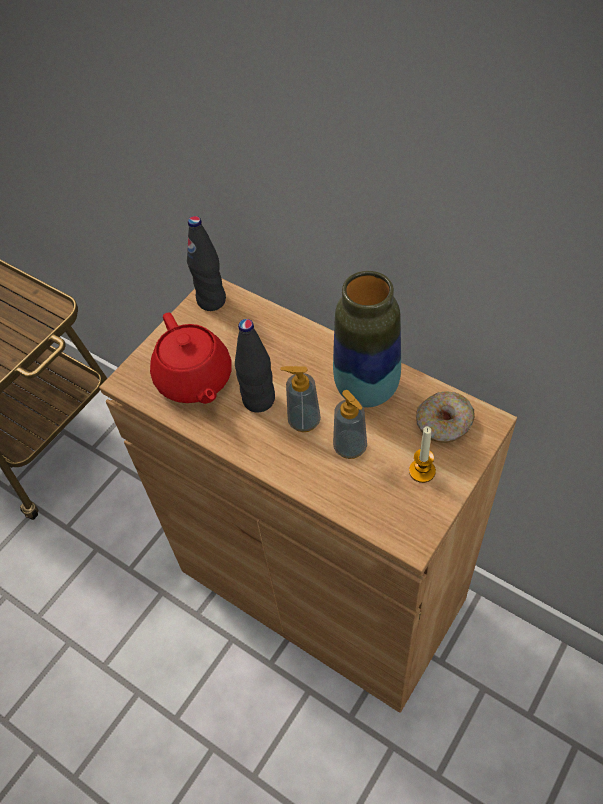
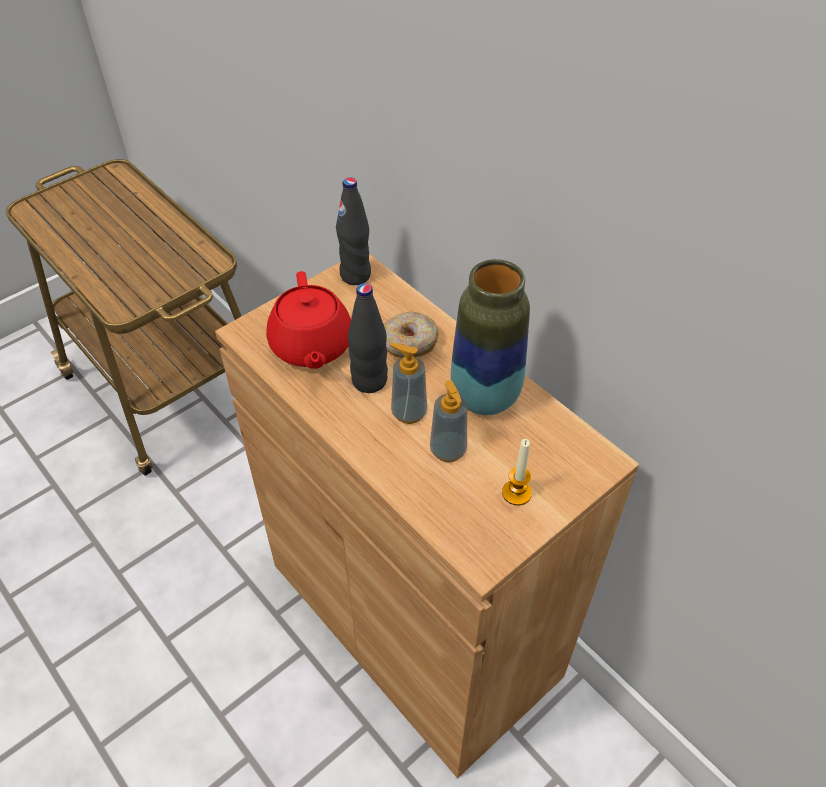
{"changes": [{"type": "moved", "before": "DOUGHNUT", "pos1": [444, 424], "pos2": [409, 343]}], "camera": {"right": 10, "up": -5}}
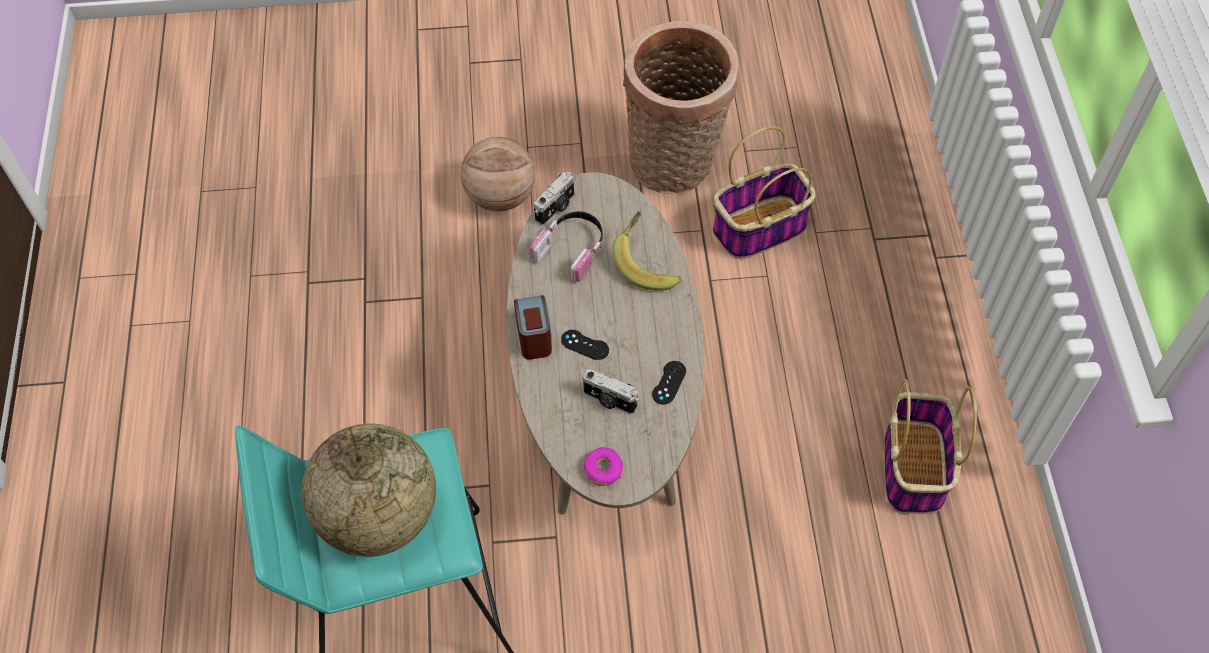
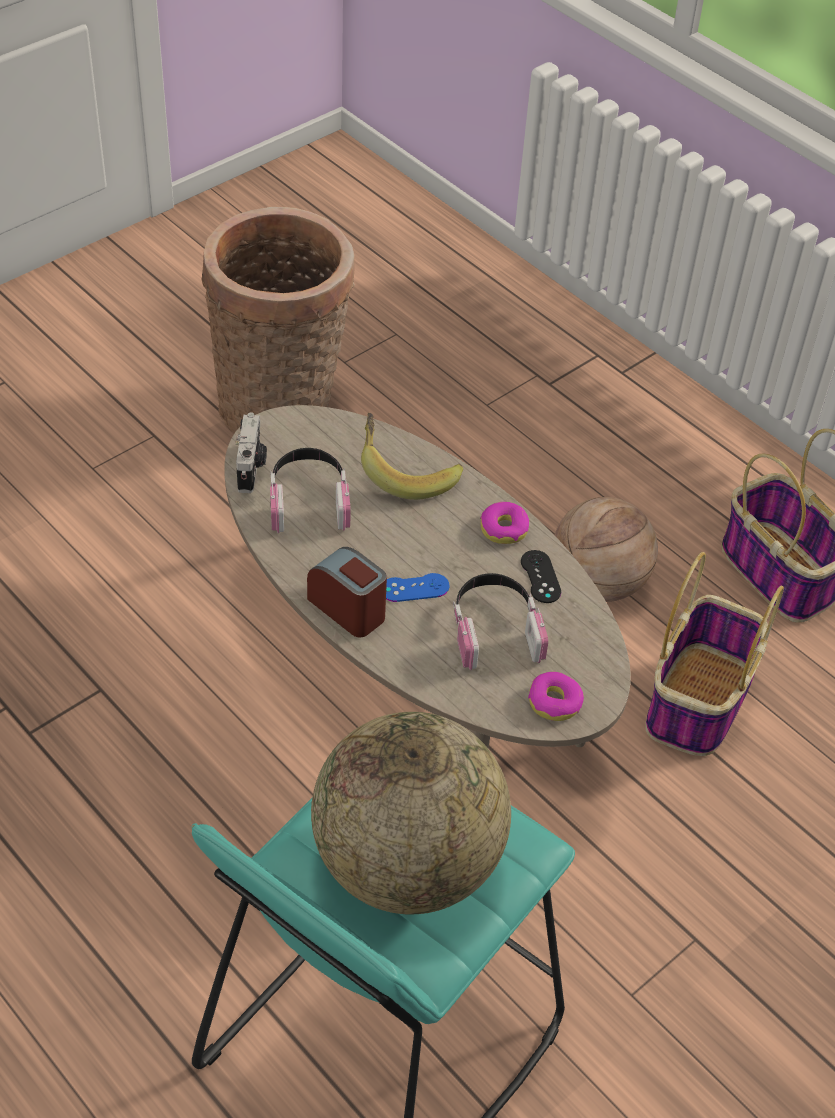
{"changes": [{"type": "moved", "before": "STORAGE BASKET", "pos1": [759, 229], "pos2": [698, 703]}, {"type": "moved", "before": "BALL FOR BASKETBALL", "pos1": [501, 196], "pos2": [598, 583]}, {"type": "recoloured", "before": "BLACKISH JOYPAD", "after": "BLUE JOYPAD", "pos1": [585, 345], "pos2": [414, 588]}, {"type": "replaced", "before": "PHOTO CAMERA", "after": "PAIR OF HEADPHONES", "pos1": [609, 401], "pos2": [494, 629]}, {"type": "added", "after": "DOUGHNUT", "pos2": [504, 529]}], "camera": {"right": -40, "up": -10}}
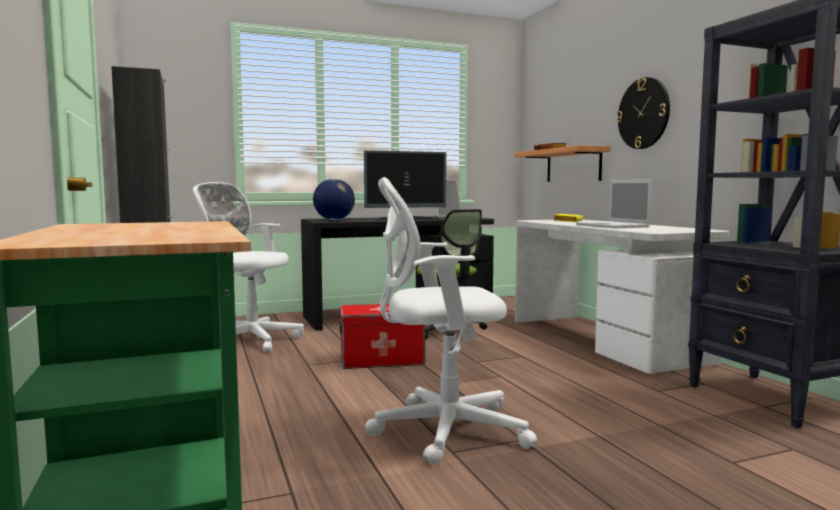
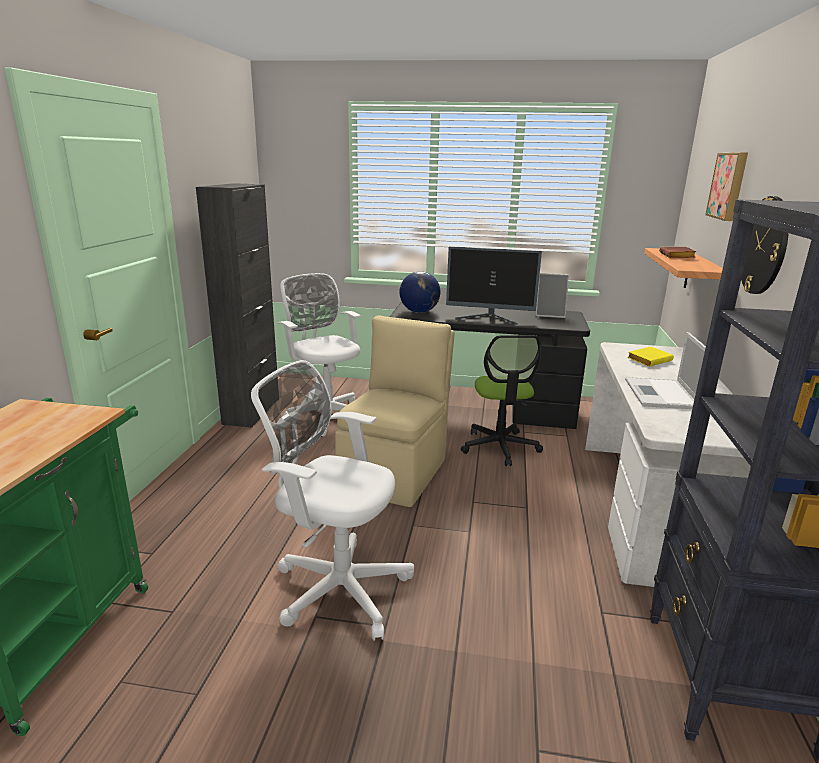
{"changes": [{"type": "replaced", "before": "STORAGE BOX", "after": "SAND-COLOURED UPRIGHT CHAIR", "pos1": [382, 359], "pos2": [395, 472]}, {"type": "added", "after": "WALL ART", "pos2": [729, 186]}], "camera": {"right": 30, "up": 15}}
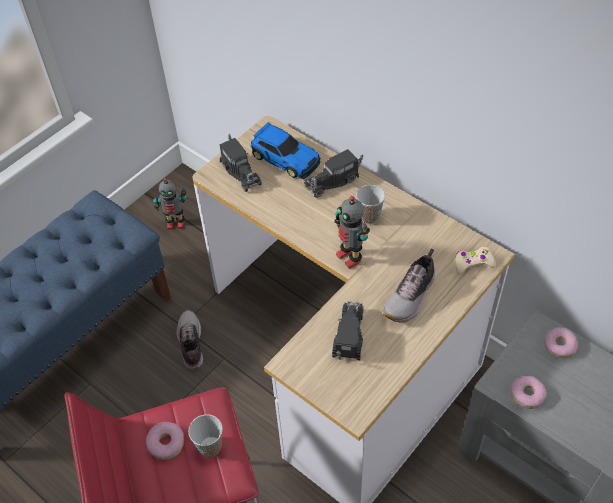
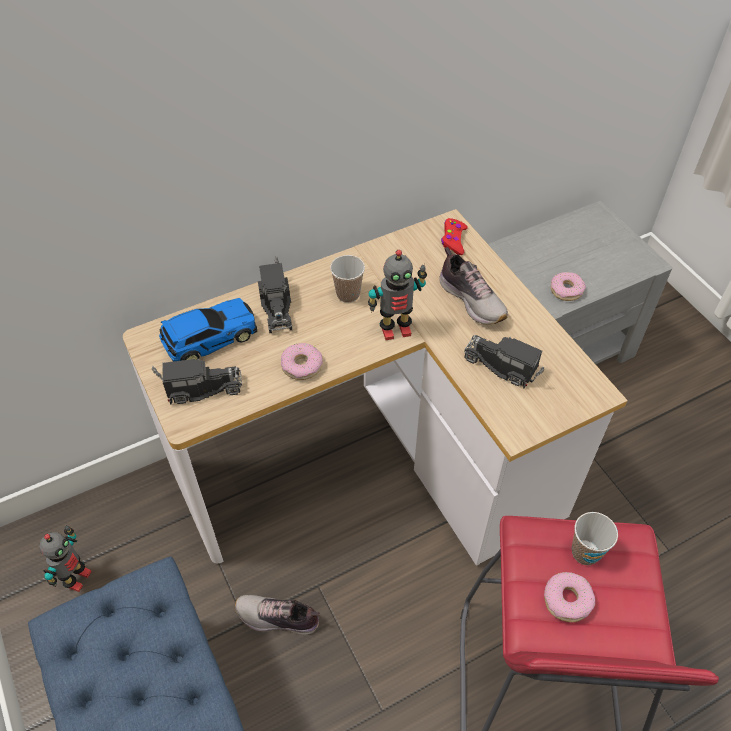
{"changes": [{"type": "recoloured", "before": "SAND-COLOURED JOYPAD", "after": "RED-COLOURED JOYPAD", "pos1": [473, 263], "pos2": [453, 240]}, {"type": "moved", "before": "DOUGHNUT", "pos1": [559, 345], "pos2": [302, 365]}], "camera": {"right": -70, "up": 0}}
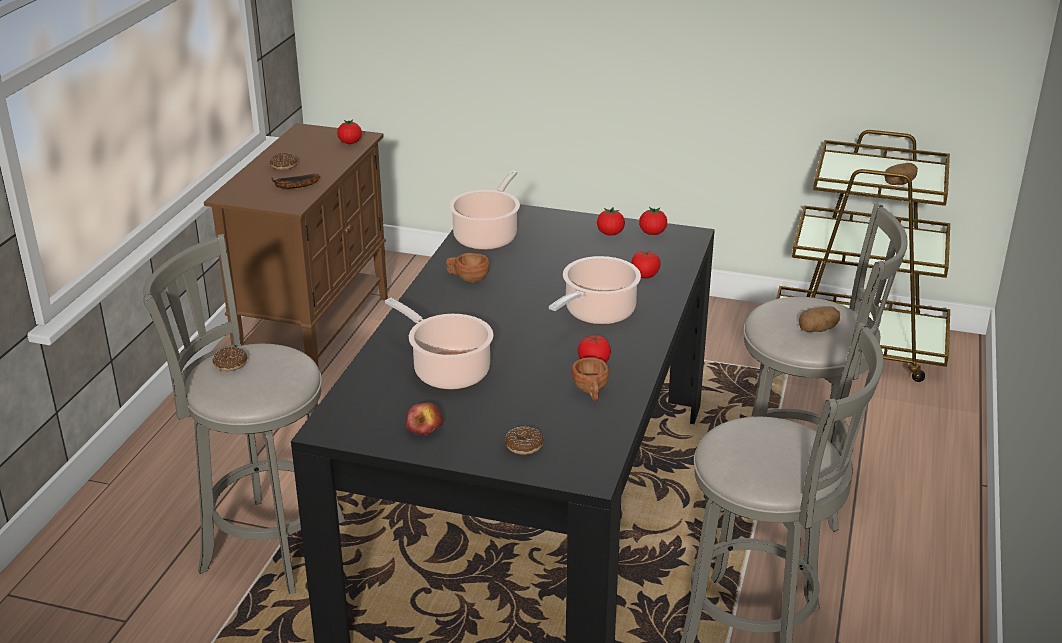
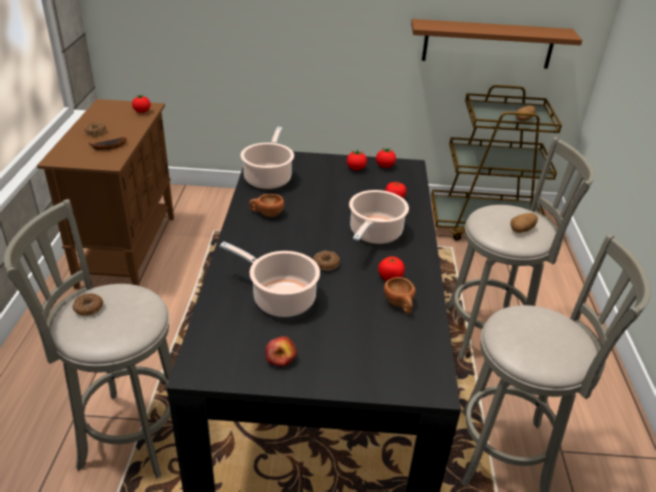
{"changes": [{"type": "moved", "before": "DOUGHNUT", "pos1": [524, 446], "pos2": [326, 264]}, {"type": "added", "after": "BROWN-COLOURED WALL SHELF", "pos2": [488, 44]}], "camera": {"right": -15, "up": 5}}
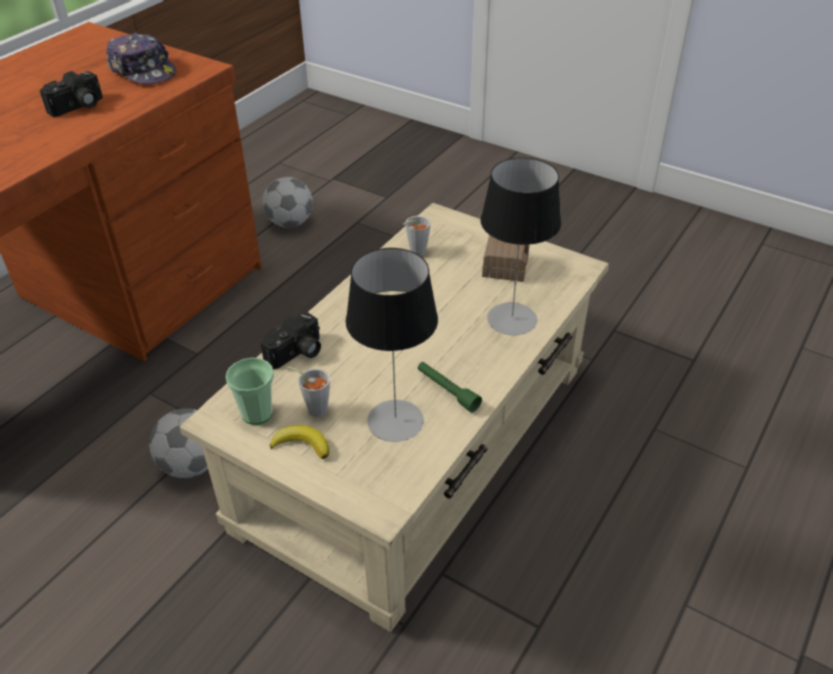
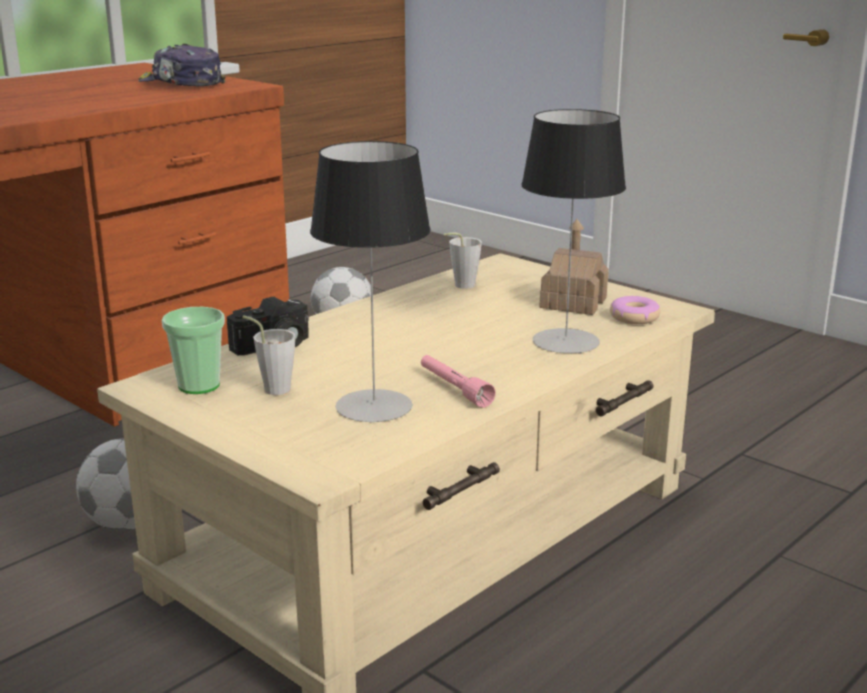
{"changes": [{"type": "turned", "before": "CAP", "pos1": [143, 71], "pos2": [181, 84], "turn": 150}, {"type": "removed", "before": "PHOTO CAMERA", "pos1": [78, 107]}, {"type": "recoloured", "before": "GREENISH HAND TORCH", "after": "PINK-COLOURED HAND TORCH", "pos1": [447, 391], "pos2": [454, 389]}, {"type": "removed", "before": "BANANA", "pos1": [302, 445]}, {"type": "added", "after": "DOUGHNUT", "pos2": [634, 317]}], "camera": {"right": 10, "up": -20}}
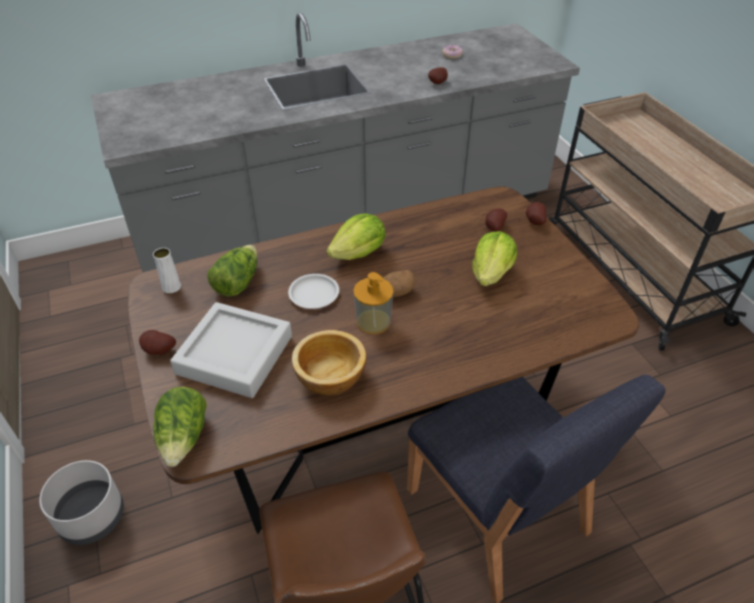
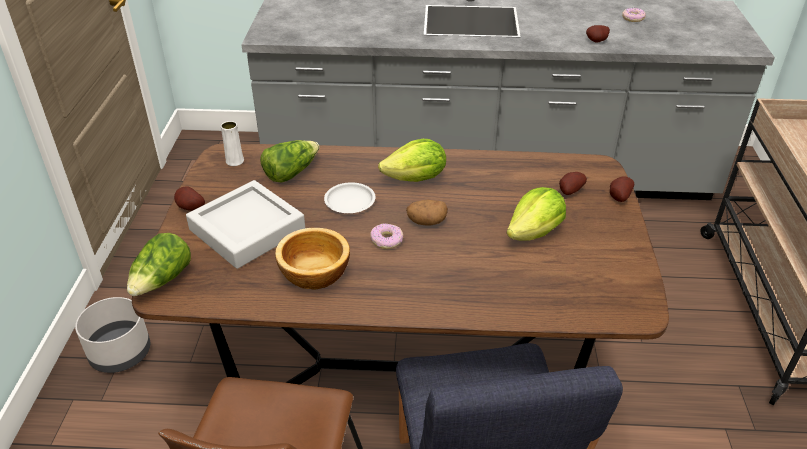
{"changes": [{"type": "replaced", "before": "LIQUID SOAP BOTTLE", "after": "DOUGHNUT", "pos1": [373, 321], "pos2": [386, 240]}], "camera": {"right": 25, "up": -5}}
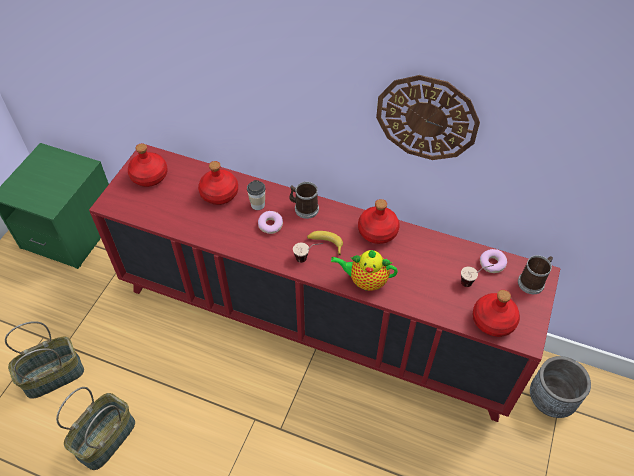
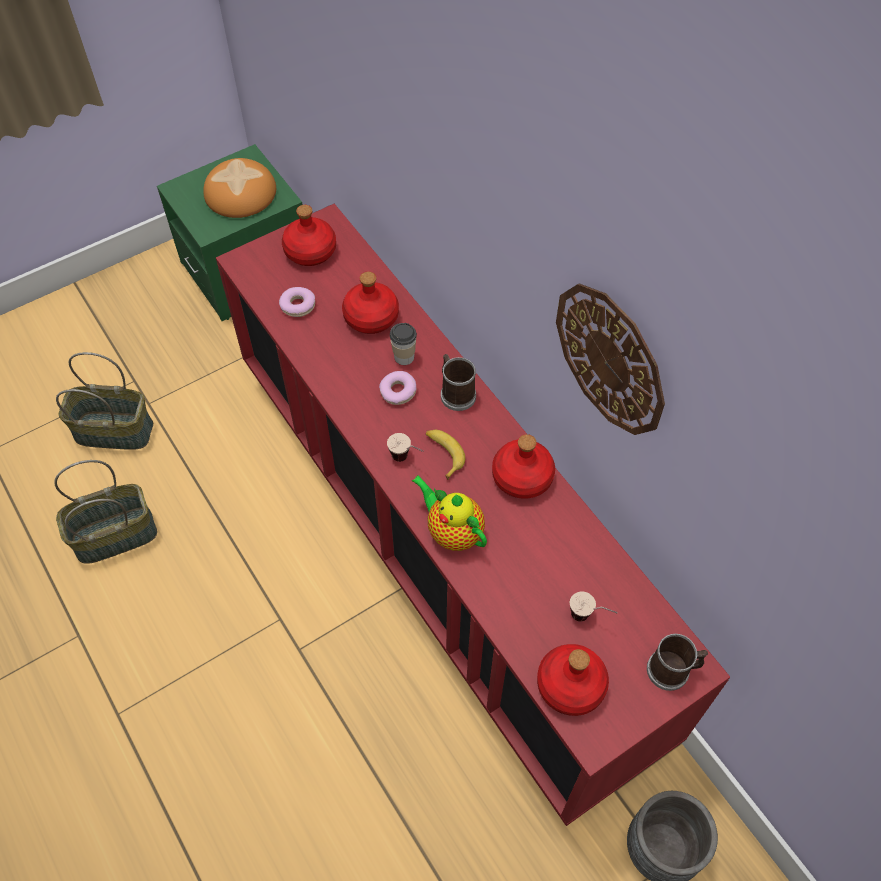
{"changes": [{"type": "moved", "before": "DOUGHNUT", "pos1": [492, 263], "pos2": [298, 306]}, {"type": "added", "after": "BAKED BREAD", "pos2": [240, 194]}], "camera": {"right": 35, "up": 5}}
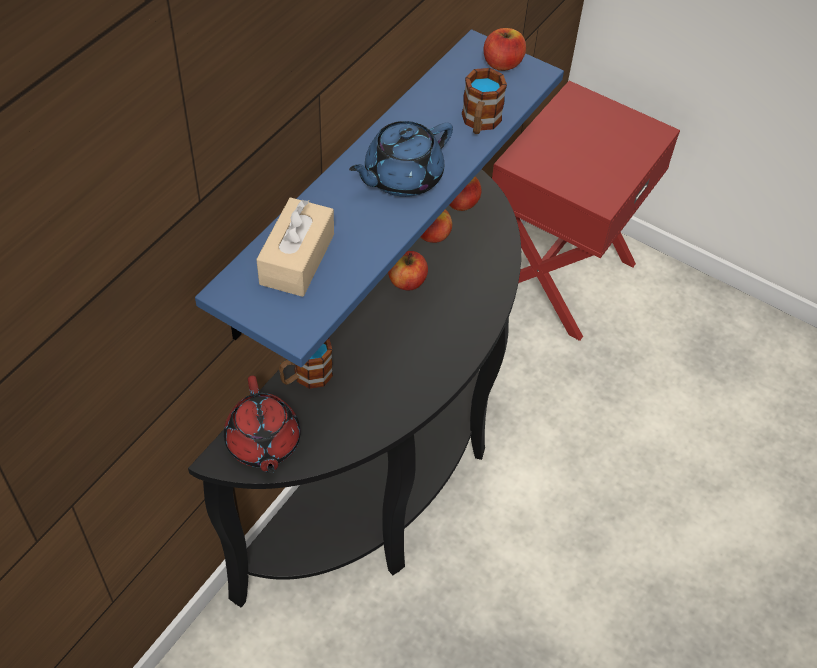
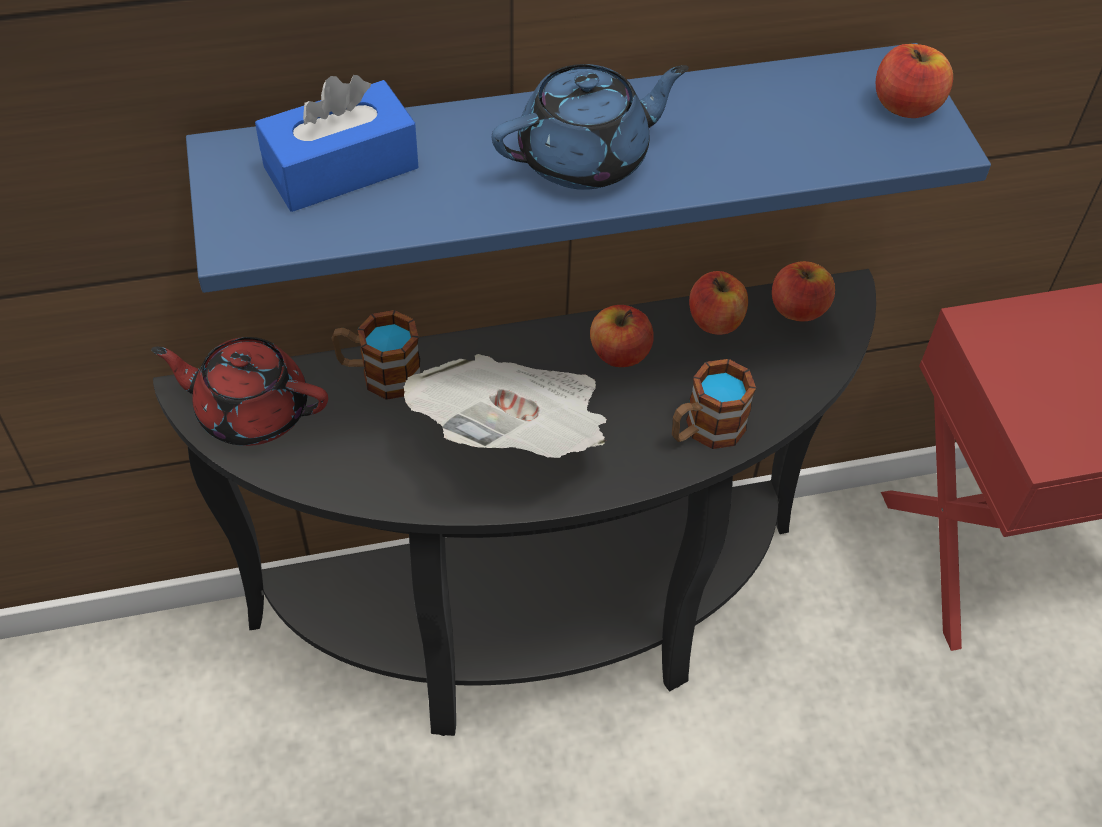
{"changes": [{"type": "moved", "before": "COFFEE MUG", "pos1": [480, 123], "pos2": [705, 430]}, {"type": "turned", "before": "BLUE POT FOR TEA", "pos1": [401, 177], "pos2": [586, 158], "turn": 150}, {"type": "recoloured", "before": "SAND-COLOURED TISSUE BOX", "after": "BLUE TISSUE BOX", "pos1": [297, 259], "pos2": [341, 168]}, {"type": "turned", "before": "RED-COLOURED POT FOR TEA", "pos1": [263, 443], "pos2": [251, 410], "turn": 75}, {"type": "added", "after": "PRINTED PAPER", "pos2": [516, 435]}], "camera": {"right": 45, "up": 0}}
